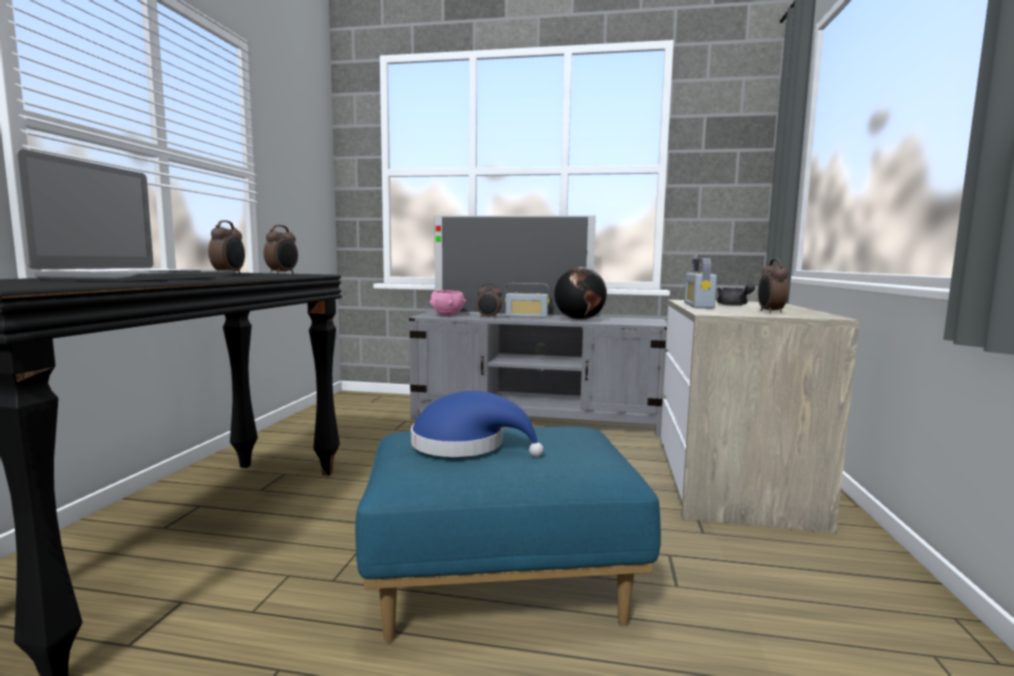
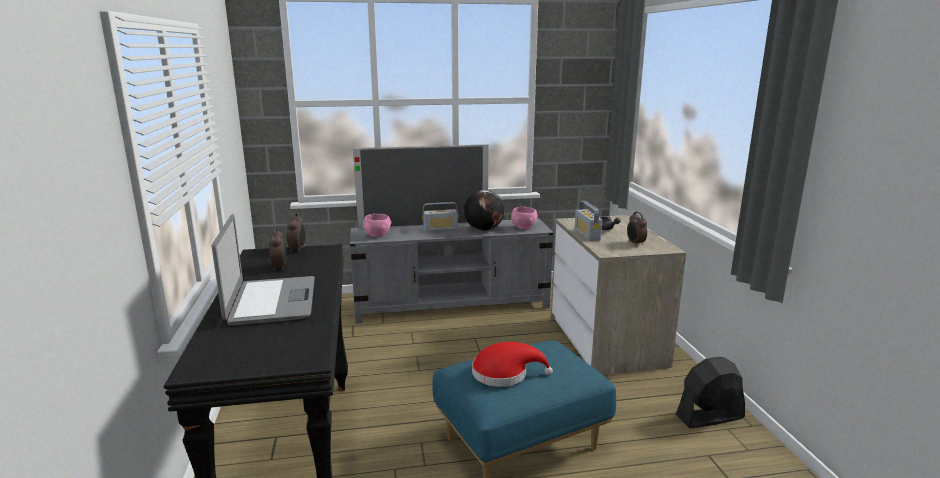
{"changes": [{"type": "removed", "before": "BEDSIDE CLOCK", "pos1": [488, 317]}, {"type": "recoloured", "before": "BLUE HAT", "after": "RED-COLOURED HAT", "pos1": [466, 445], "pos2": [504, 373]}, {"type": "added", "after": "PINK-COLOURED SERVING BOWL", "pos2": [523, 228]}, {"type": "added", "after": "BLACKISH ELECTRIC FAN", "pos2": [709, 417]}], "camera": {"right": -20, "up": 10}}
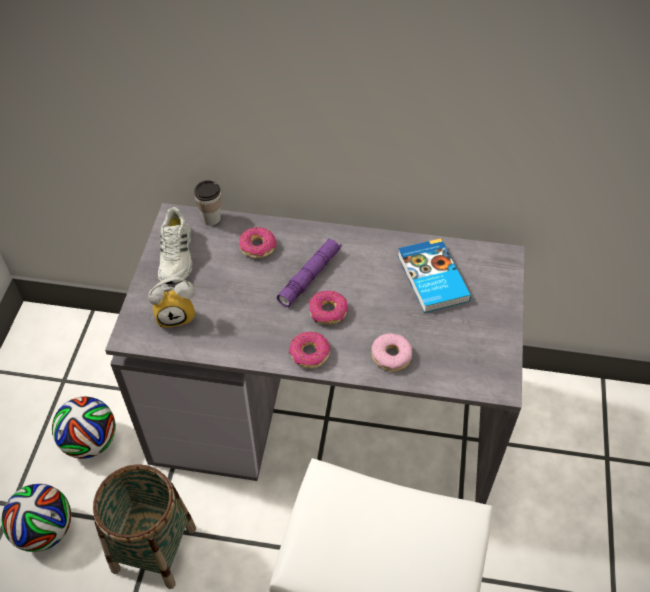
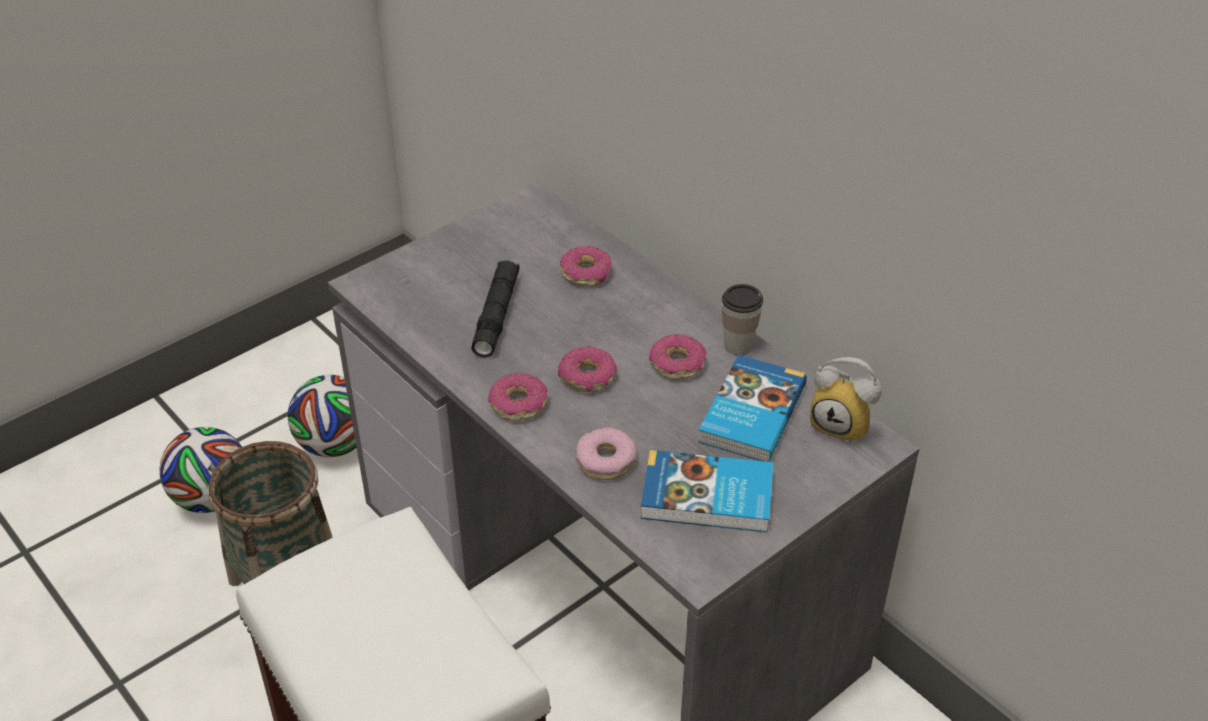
{"changes": [{"type": "moved", "before": "CUP", "pos1": [211, 218], "pos2": [738, 346]}, {"type": "removed", "before": "WHITE-COLOURED SHOE", "pos1": [177, 256]}, {"type": "removed", "before": "PURPLE-COLOURED HAND TORCH", "pos1": [310, 276]}, {"type": "moved", "before": "BEDSIDE CLOCK", "pos1": [177, 314], "pos2": [843, 425]}, {"type": "added", "after": "BLACKISH HAND TORCH", "pos2": [496, 315]}, {"type": "added", "after": "DOUGHNUT", "pos2": [677, 364]}, {"type": "added", "after": "BOUND BOOK", "pos2": [708, 498]}], "camera": {"right": 40, "up": -10}}
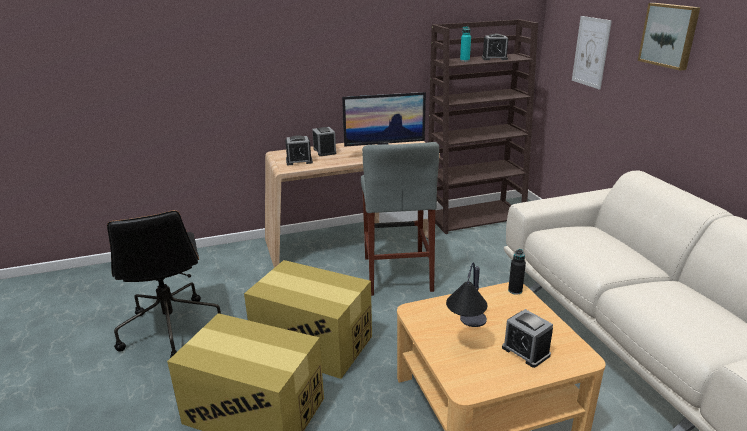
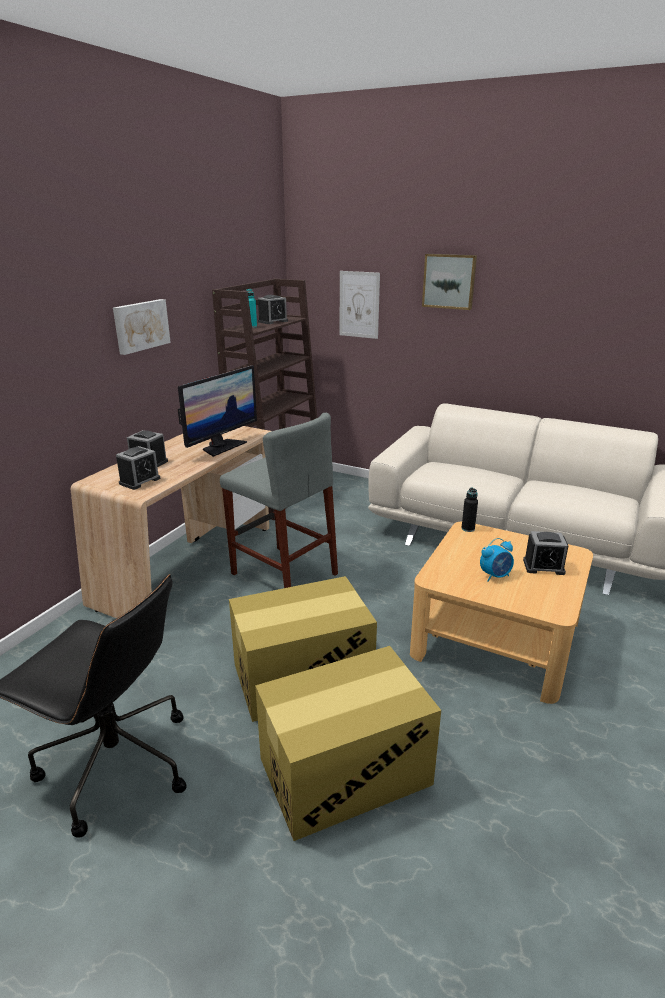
{"changes": [{"type": "replaced", "before": "TABLETOP LAMP", "after": "BEDSIDE CLOCK", "pos1": [467, 335], "pos2": [495, 576]}, {"type": "added", "after": "WALL ART", "pos2": [140, 325]}], "camera": {"right": -45, "up": 0}}
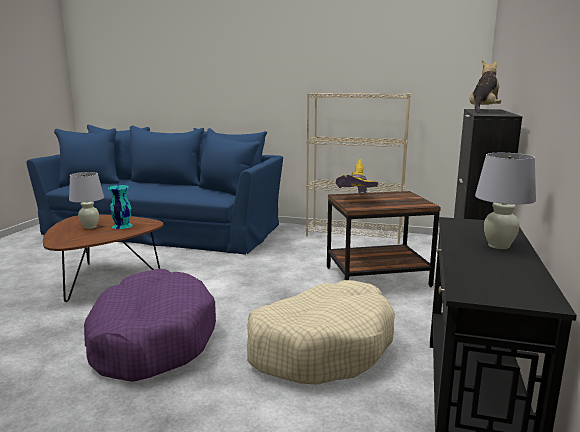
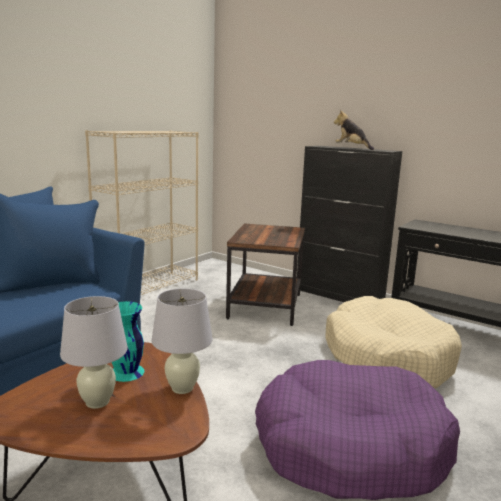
{"changes": [{"type": "moved", "before": "WHITE-COLOURED TABLETOP LAMP", "pos1": [498, 246], "pos2": [182, 388]}, {"type": "removed", "before": "YELLOWISH HAT", "pos1": [357, 199]}], "camera": {"right": -70, "up": 0}}
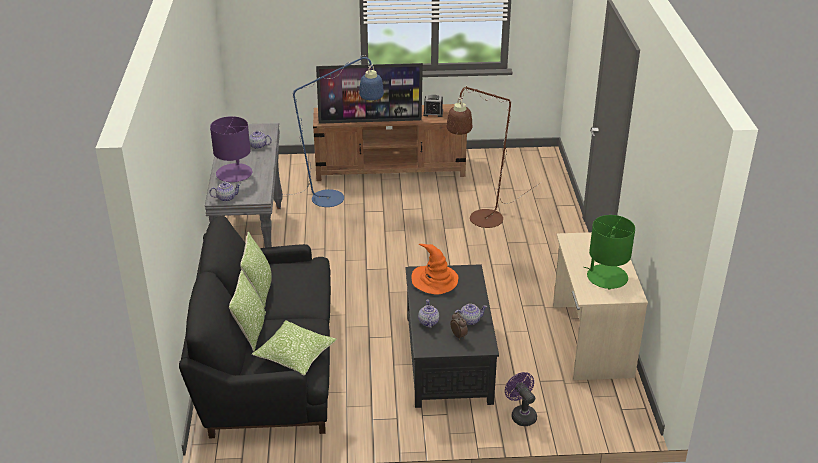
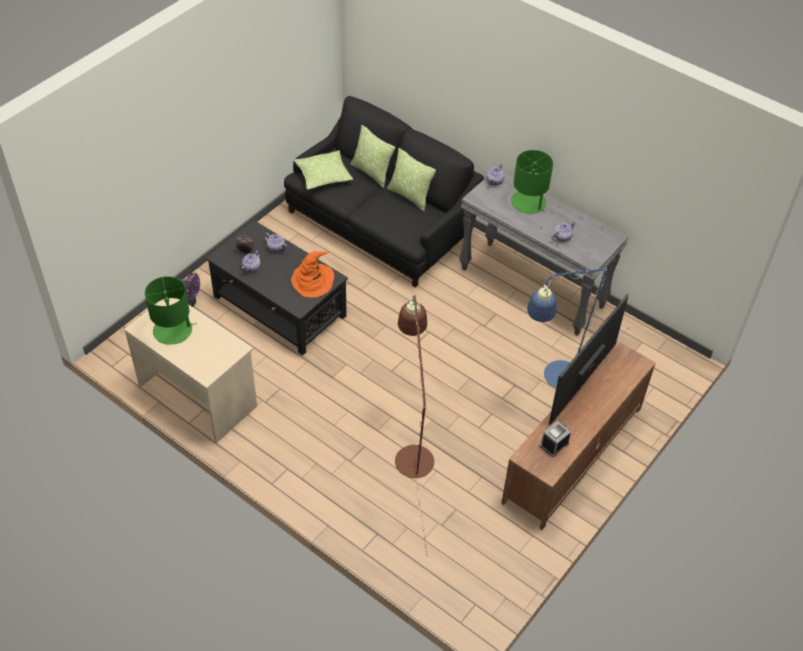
{"changes": [{"type": "recoloured", "before": "PURPLE-COLOURED TABLETOP LAMP", "after": "GREENISH TABLETOP LAMP", "pos1": [234, 173], "pos2": [528, 202]}], "camera": {"right": 130, "up": 15}}
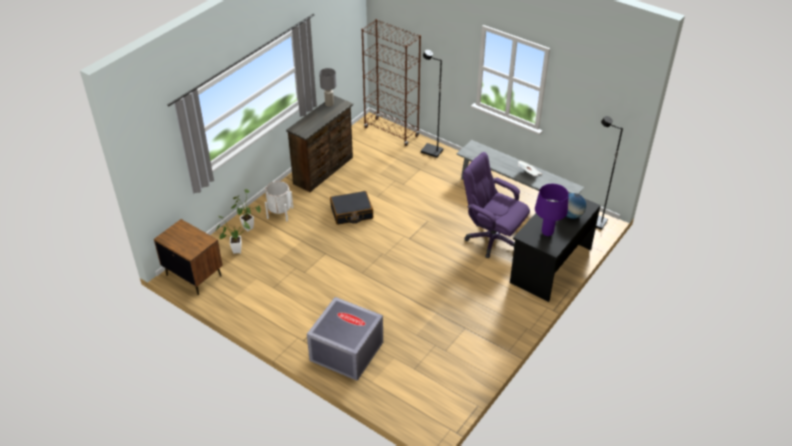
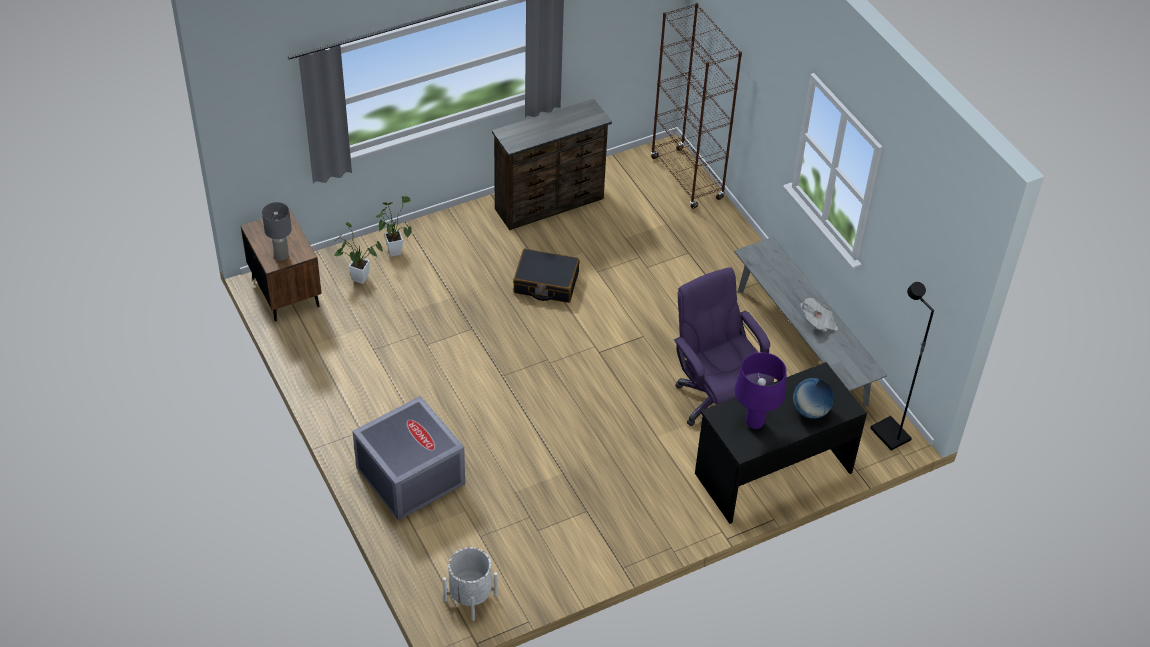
{"changes": [{"type": "removed", "before": "BLACKISH STANDING LAMP", "pos1": [431, 151]}, {"type": "moved", "before": "GREY TABLETOP LAMP", "pos1": [329, 104], "pos2": [281, 255]}, {"type": "moved", "before": "WHITE-COLOURED PLANTER", "pos1": [280, 213], "pos2": [470, 598]}], "camera": {"right": 25, "up": 5}}
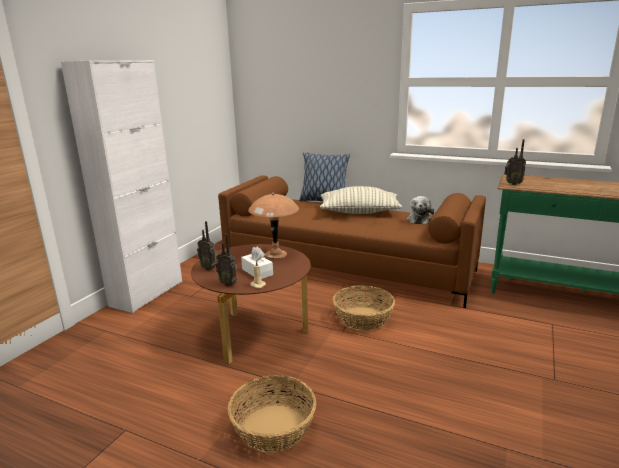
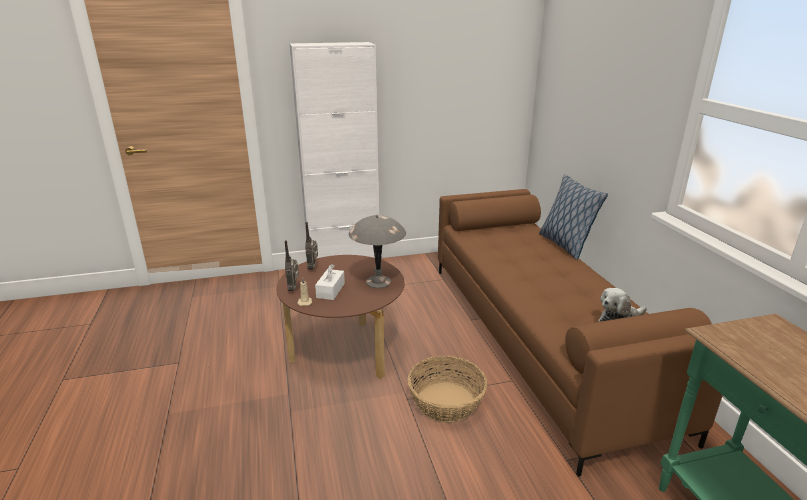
{"changes": [{"type": "removed", "before": "RADIO RECEIVER", "pos1": [512, 184]}, {"type": "removed", "before": "PILLOW", "pos1": [359, 212]}, {"type": "recoloured", "before": "BROWN-COLOURED TABLETOP LAMP", "after": "GREY TABLETOP LAMP", "pos1": [276, 254], "pos2": [379, 282]}, {"type": "removed", "before": "STORAGE BASKET", "pos1": [273, 427]}], "camera": {"right": 50, "up": 5}}
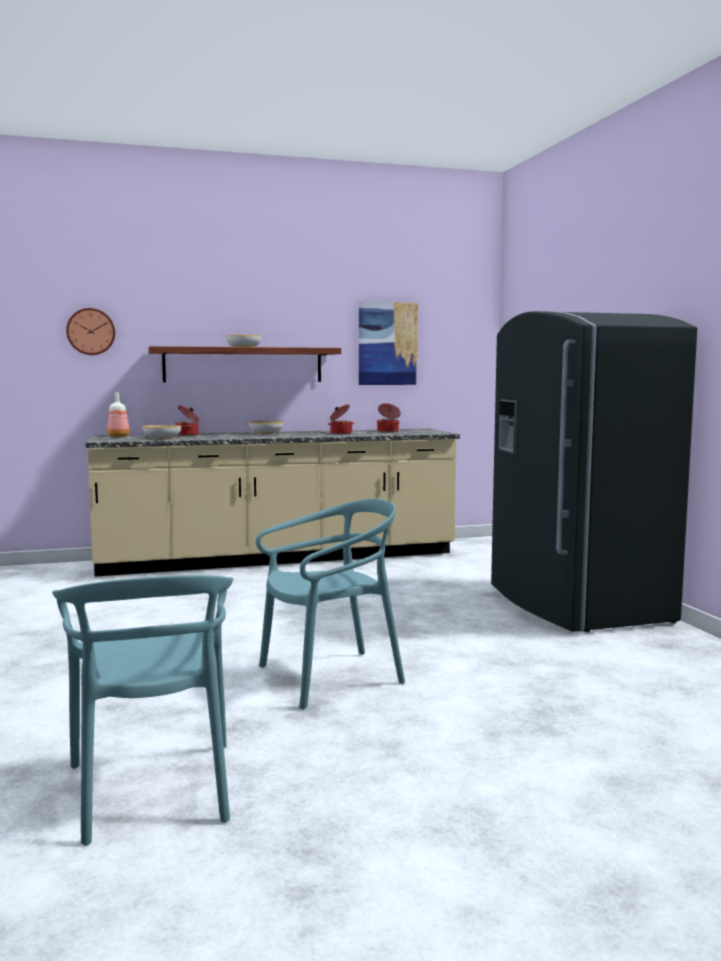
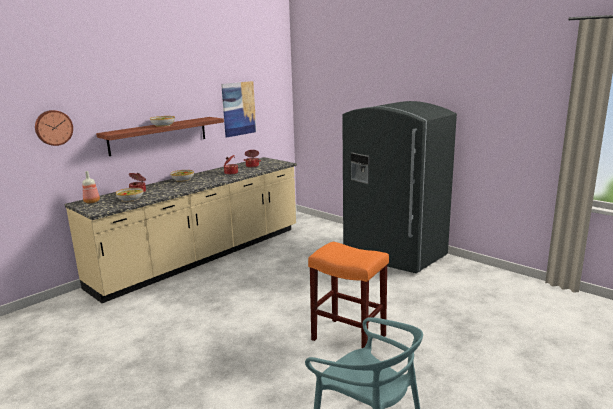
{"changes": [{"type": "replaced", "before": "TURQUOISE-COLOURED UPRIGHT CHAIR", "after": "ORANGE STOOL", "pos1": [330, 677], "pos2": [349, 337]}], "camera": {"right": -30, "up": 10}}
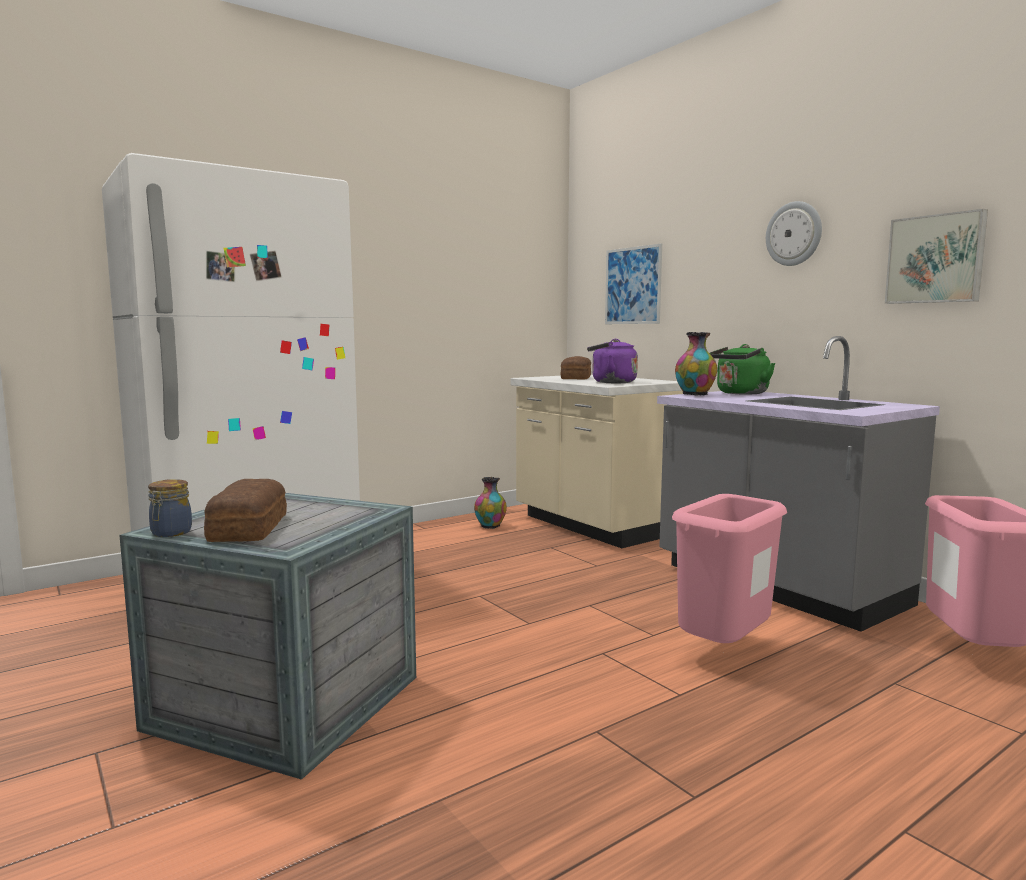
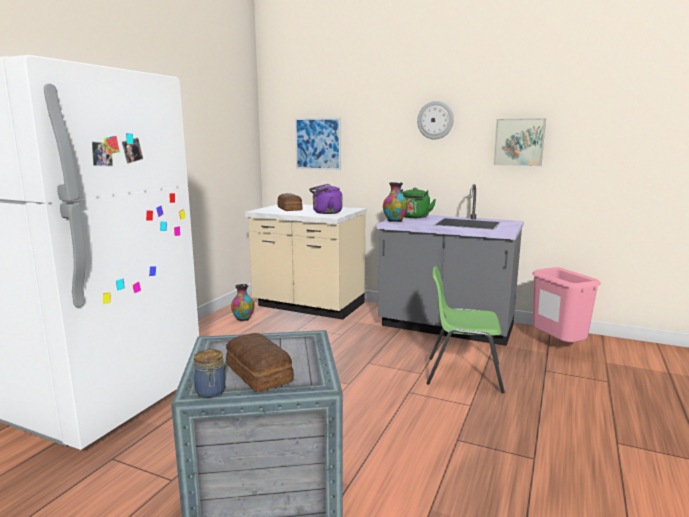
{"changes": [{"type": "replaced", "before": "PINK-COLOURED RUBBISH BIN", "after": "GREENISH UPRIGHT CHAIR", "pos1": [722, 651], "pos2": [462, 374]}], "camera": {"right": -30, "up": 5}}
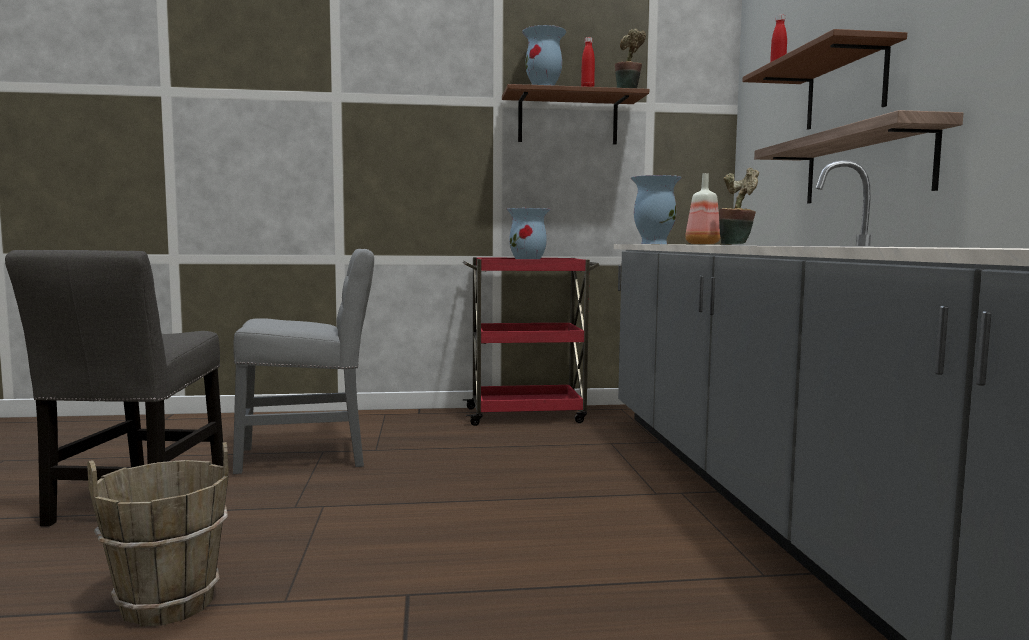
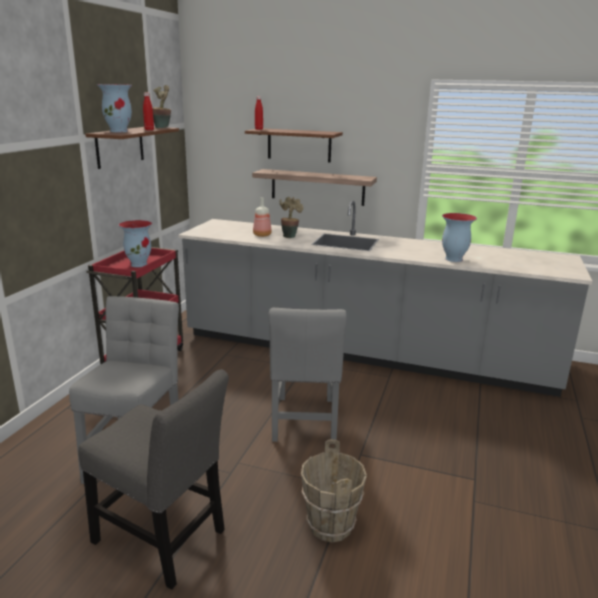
{"changes": [{"type": "moved", "before": "VASE", "pos1": [653, 244], "pos2": [453, 259]}, {"type": "added", "after": "GREY UPRIGHT CHAIR", "pos2": [304, 422]}], "camera": {"right": -65, "up": 15}}
